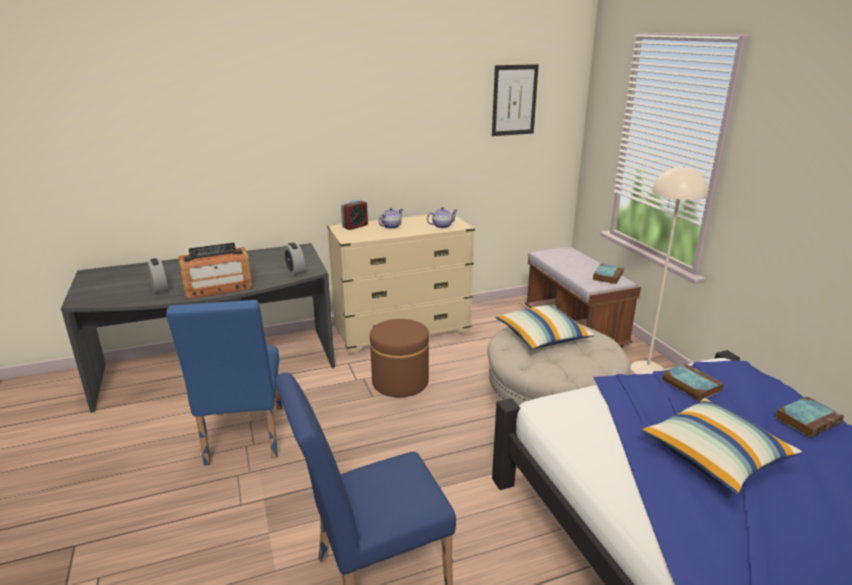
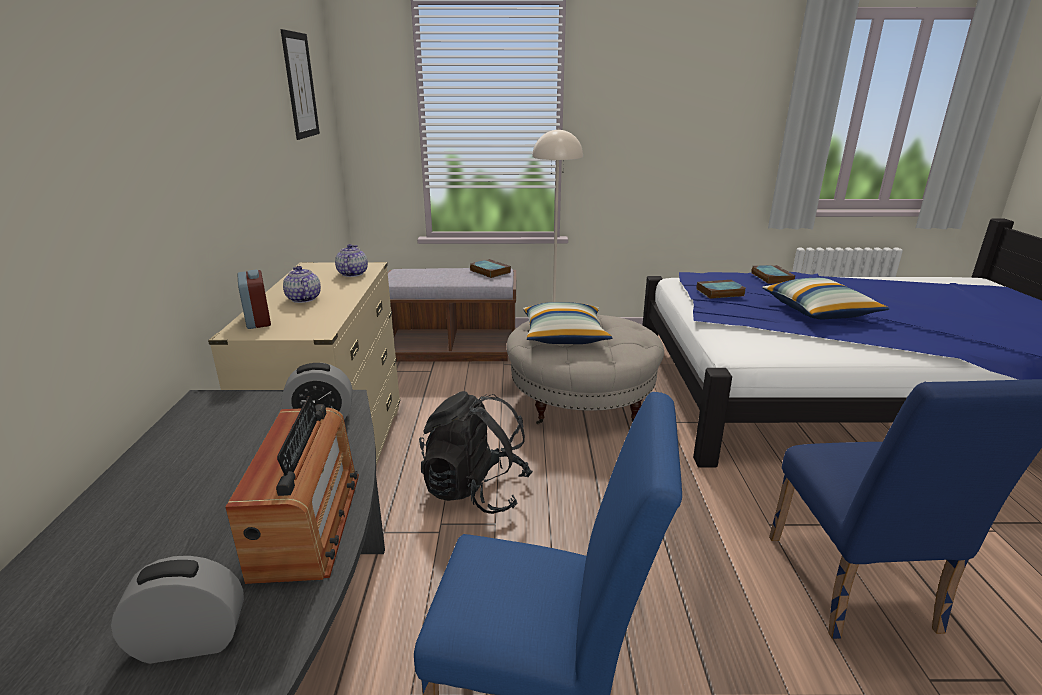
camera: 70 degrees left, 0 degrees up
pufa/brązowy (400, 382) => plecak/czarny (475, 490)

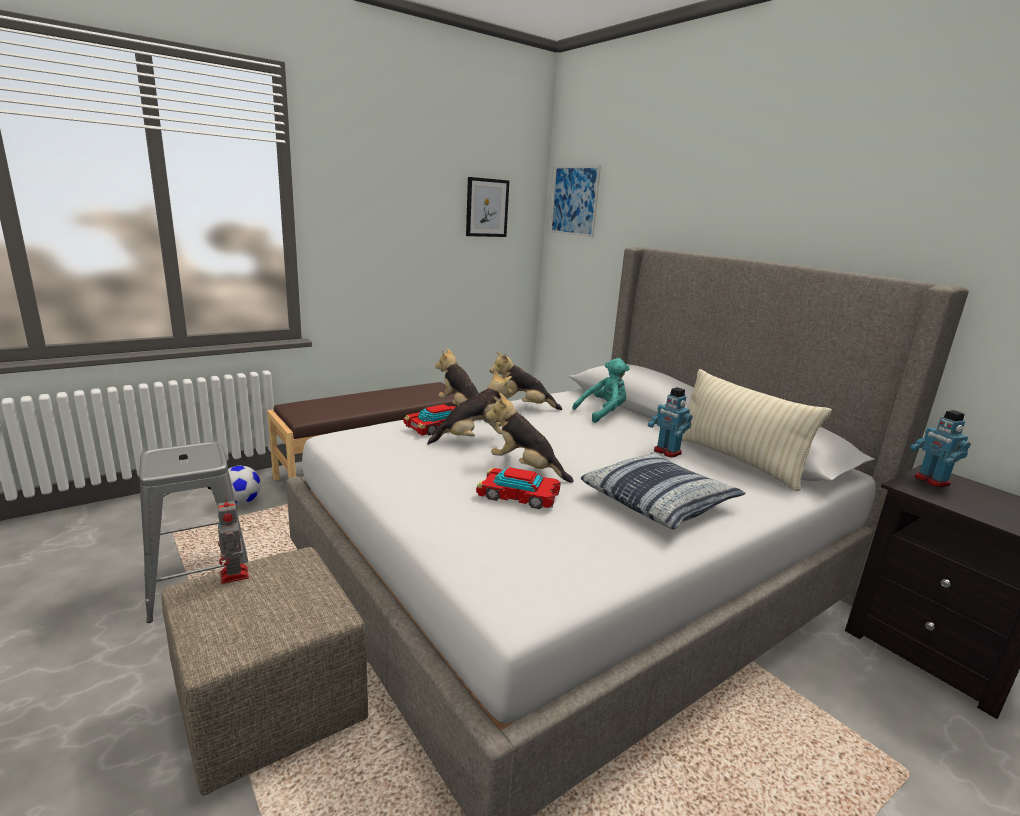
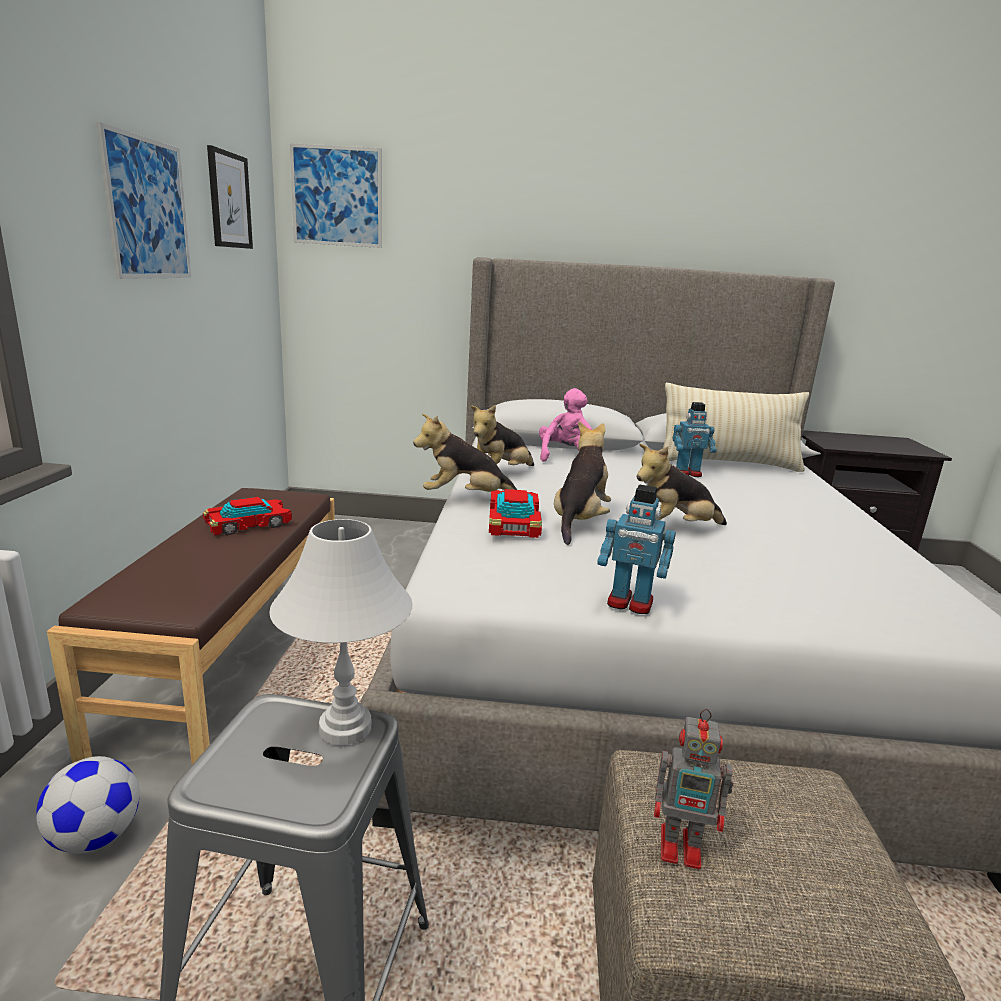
camera: 50 degrees left, 0 degrees up
pluszak/turkusowy (603, 413) => pluszak/różowy (566, 458)
robot zabawkowy (931, 481) => robot zabawkowy (629, 603), moved
poduszka (659, 501) => nothing
samochodzik (518, 495) => samochodzik (248, 524), moved
nothing => obraz (148, 209)
nothing => lampa stołowa/biały (346, 727)

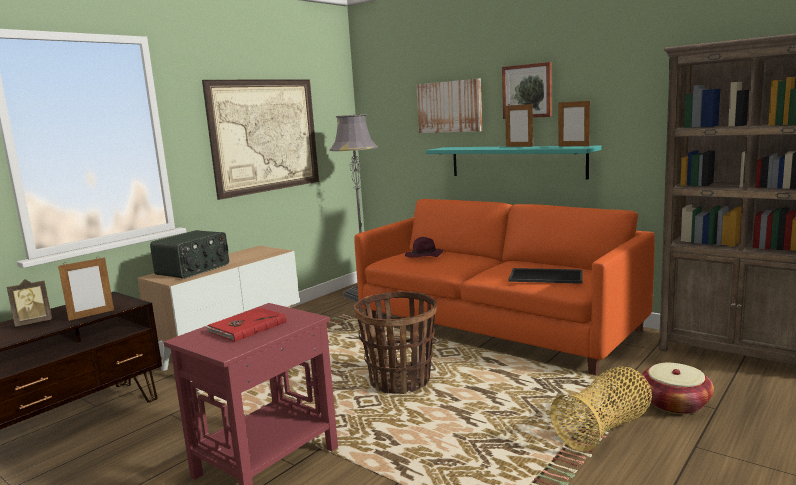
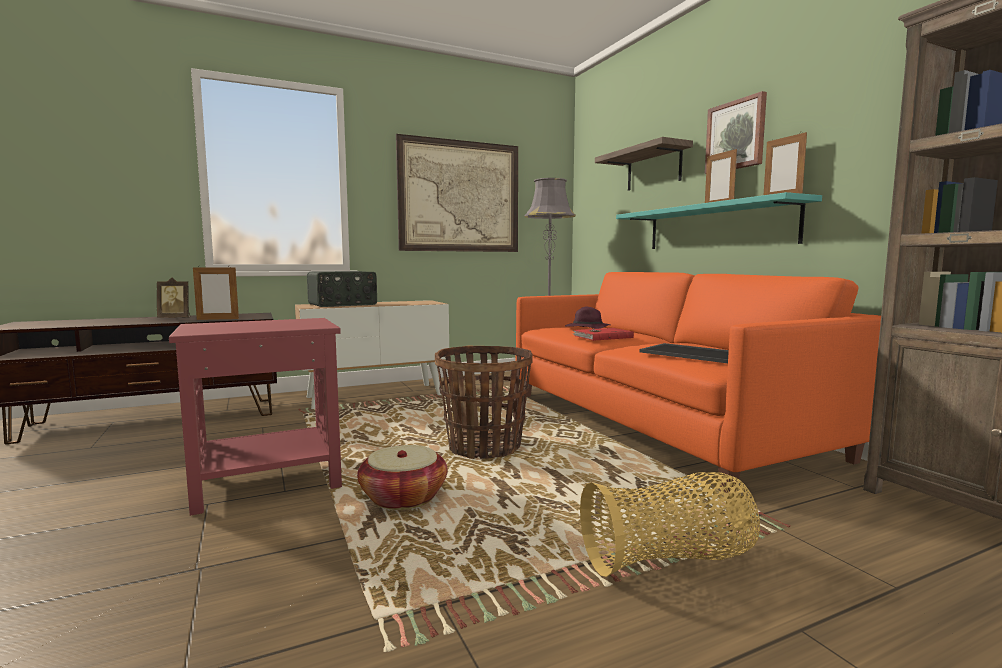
camera: 25 degrees right, 5 degrees down
obraz (449, 107) => półka (654, 168)
książka/czerwony (246, 327) => książka/czerwony (602, 336), moved
koszyk (675, 403) => koszyk (403, 497), moved

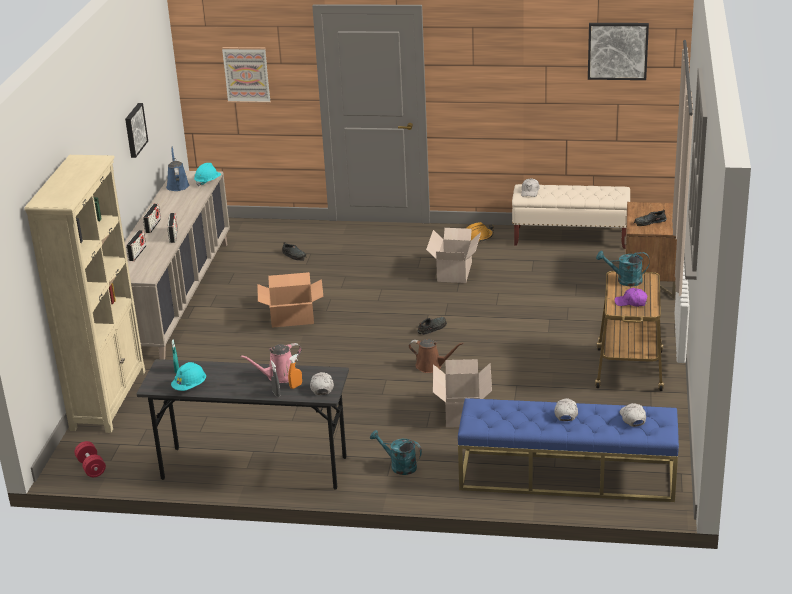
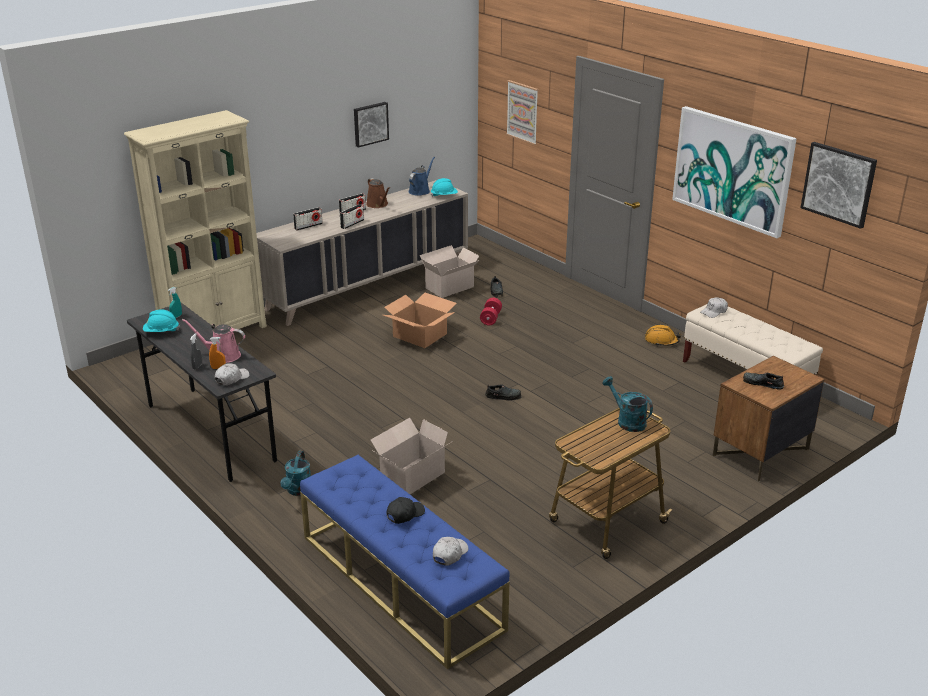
camera: 40 degrees right, 0 degrees up
karton (455, 271) => karton (451, 287), moved
czapka z daszkiem/fioletowy (631, 302) => nothing
konewka/brązowy (431, 366) => konewka/brązowy (378, 205), moved
czapka z daszkiem/biały (566, 413) => czapka z daszkiem/czarny (405, 514)
konewka/turkusowy (399, 466) => konewka/turkusowy (298, 491), 150 degrees counterclockwise
hantel/czerwony (91, 467) => hantel/czerwony (490, 318), moved
nothing => obraz (732, 170)

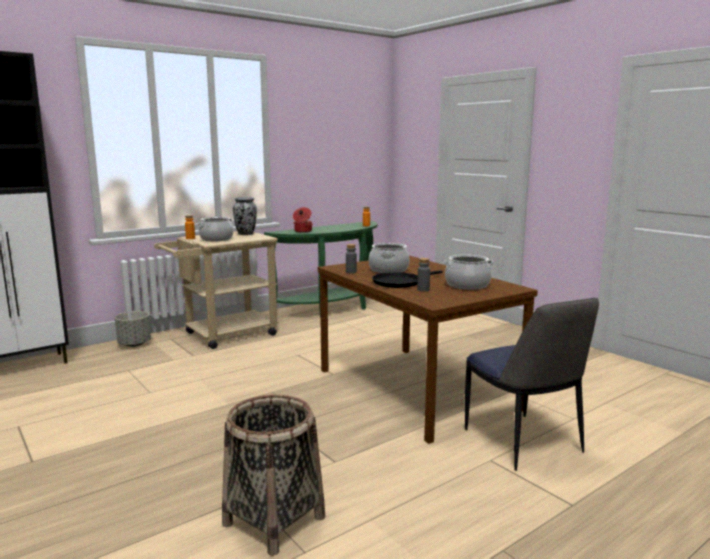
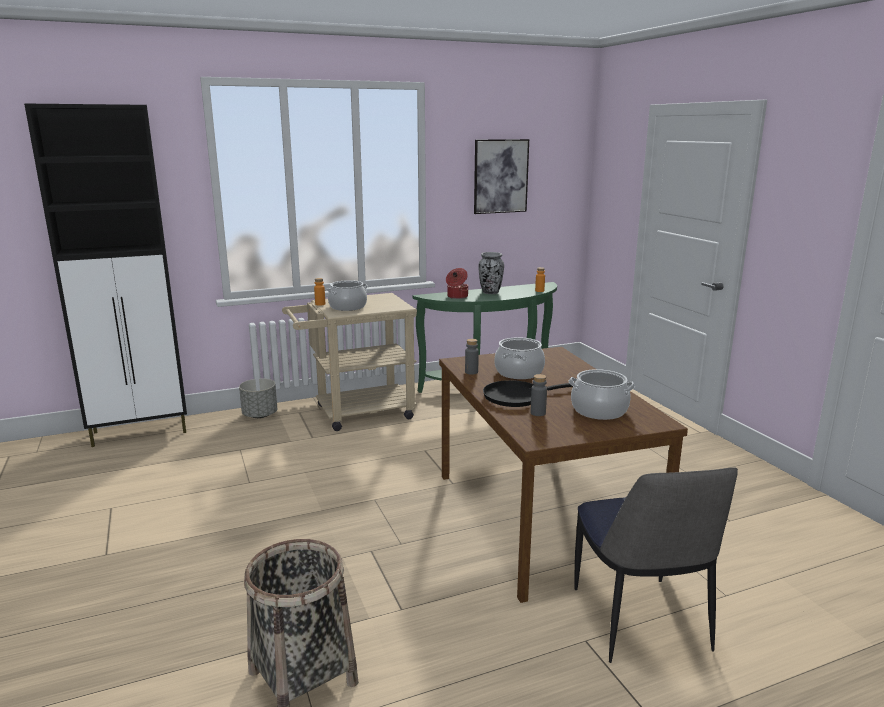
camera: 15 degrees right, 5 degrees up
wazon (245, 234) => wazon (490, 292), moved
nothing => obraz (500, 176)

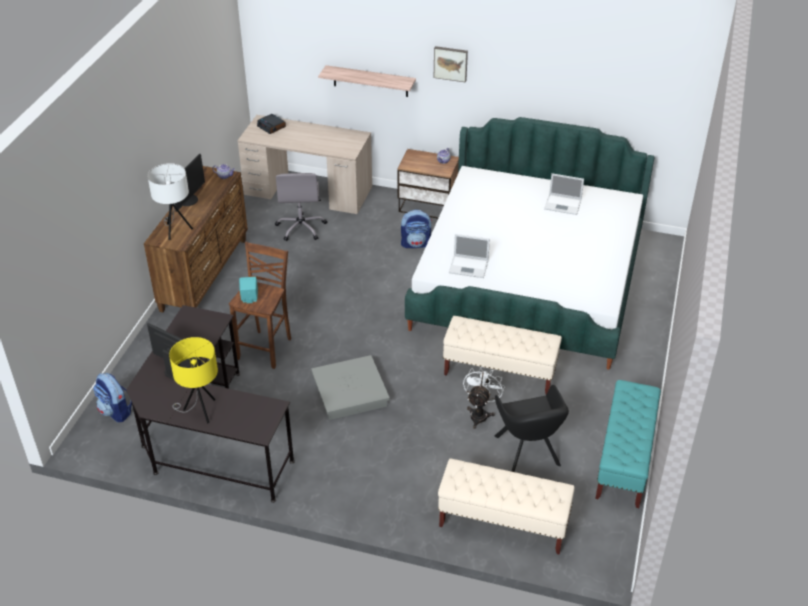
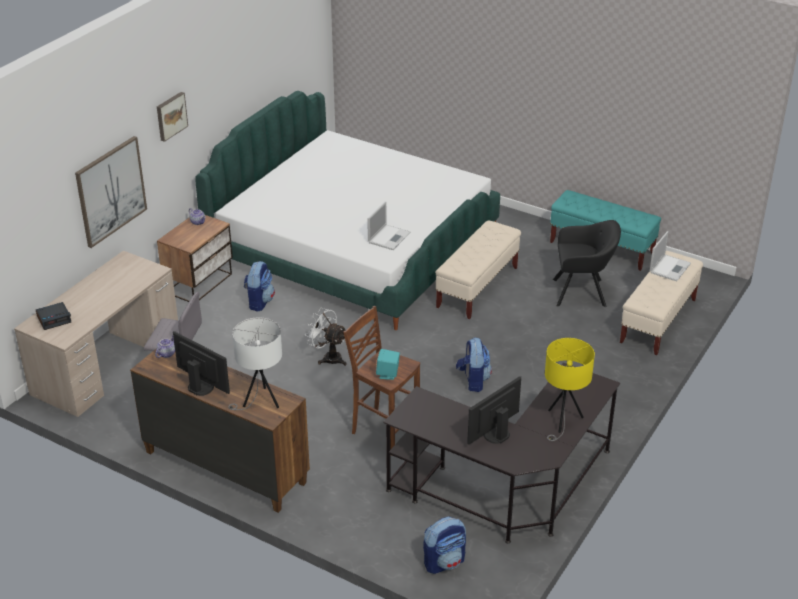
camera: 75 degrees left, 5 degrees down
półka (370, 81) => obraz (111, 191)
laptop (563, 204) => laptop (670, 267), moved
pojemnik do przechowywania/szary (350, 392) => plecak (473, 381)
wentylator/biały (480, 413) => wentylator/biały (328, 357), moved

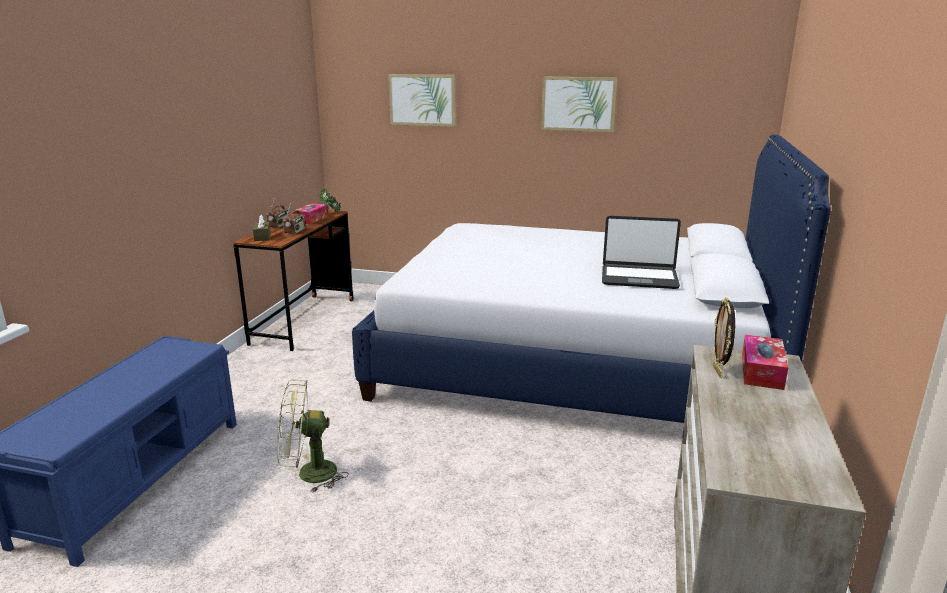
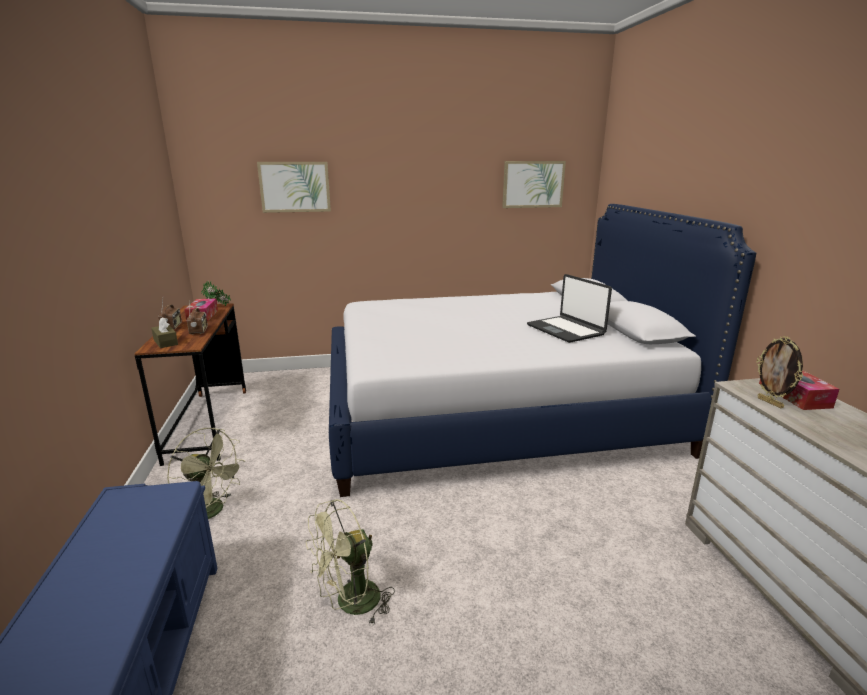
camera: 25 degrees left, 0 degrees up
obraz (578, 104) => obraz (533, 184), moved
laptop (639, 278) => laptop (566, 330), 75 degrees clockwise
nothing => wentylator/zielony (213, 511)

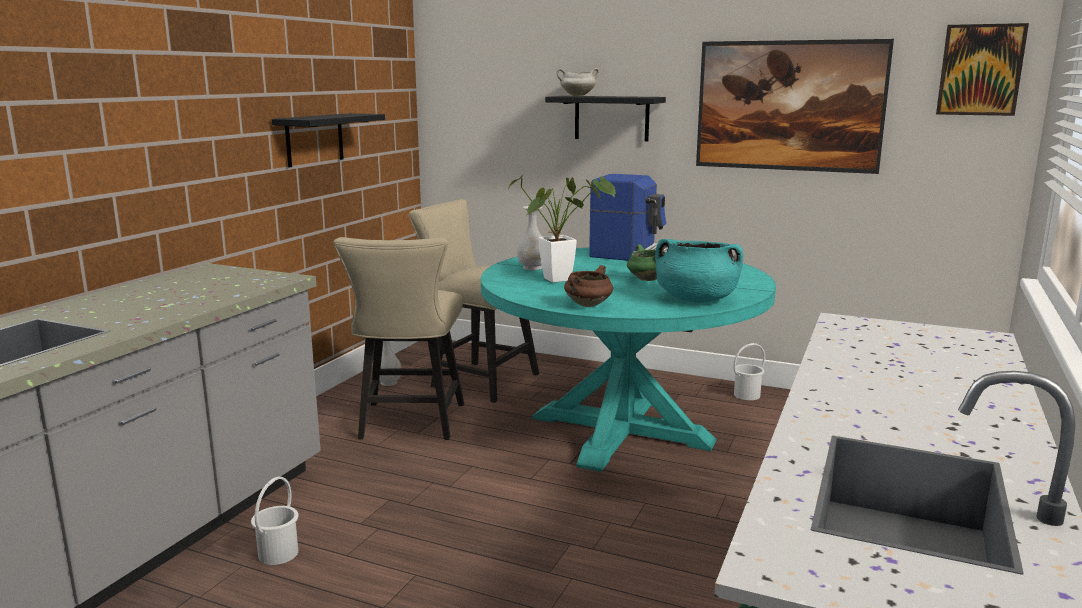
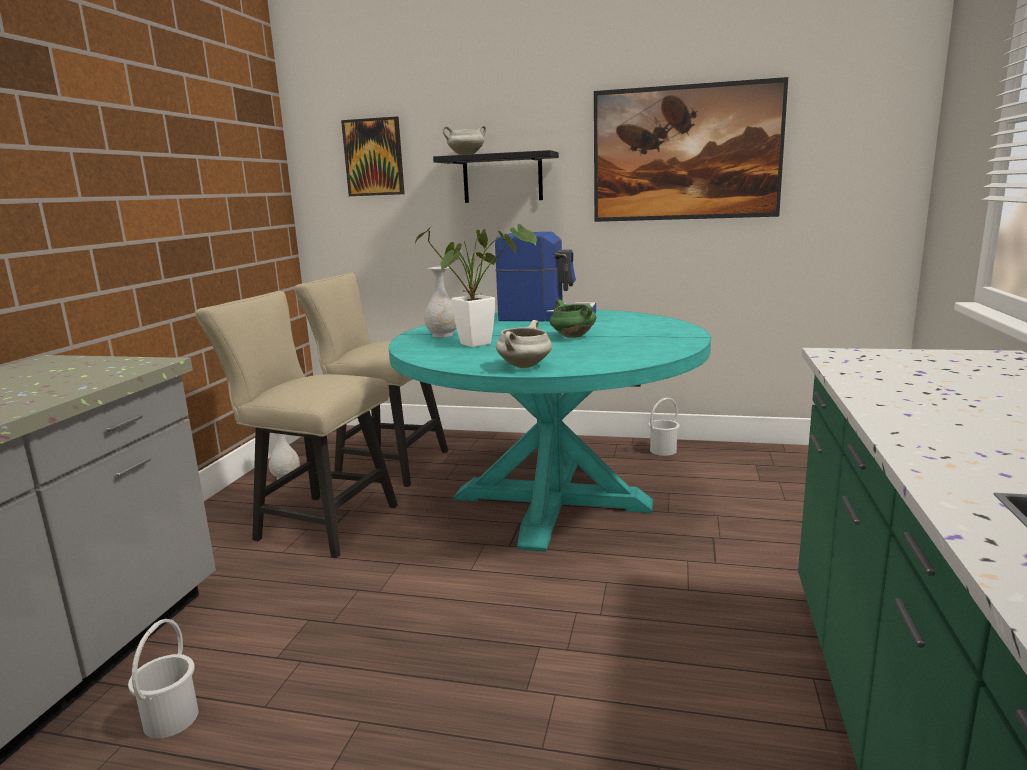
camera: 10 degrees left, 0 degrees up
obraz (980, 70) => obraz (374, 157), moved
półka/czarny (314, 139) => nothing
krzesło/beżowy (409, 424) => krzesło/beżowy (317, 522), 120 degrees clockwise
garnek/turkusowy (696, 299) => nothing
garnek/brązowy (588, 305) => garnek/biały (524, 366)

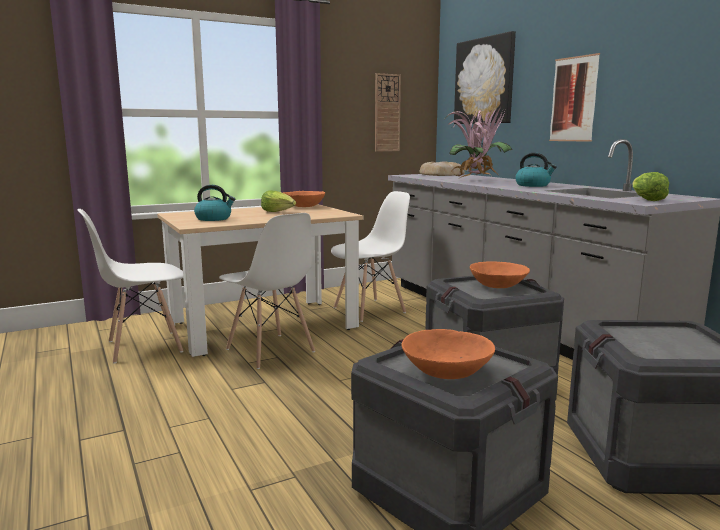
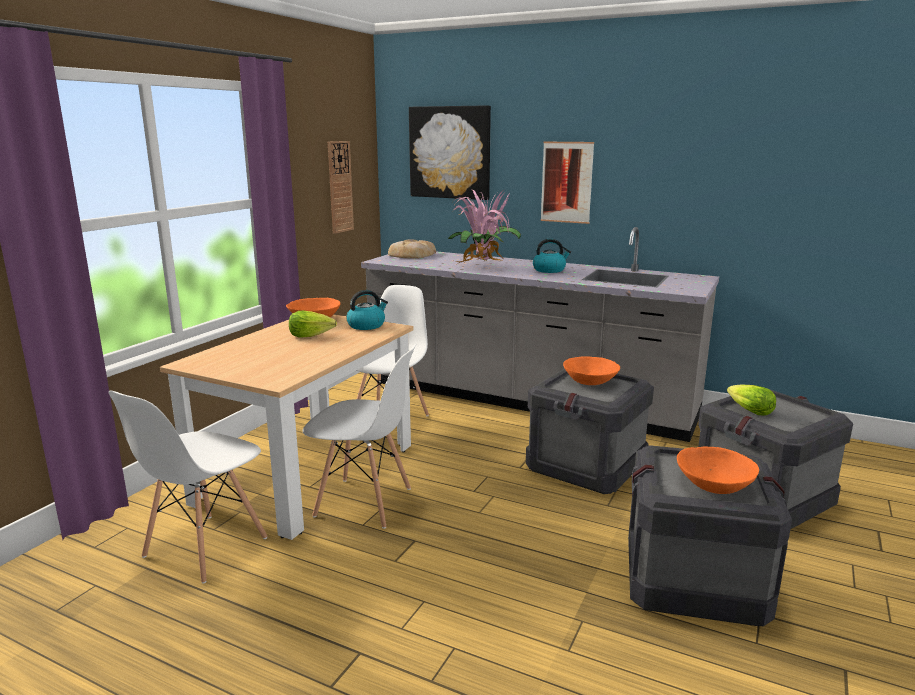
camera: 35 degrees left, 5 degrees up
sałata (646, 199) => sałata (749, 411), moved
czajnik (214, 218) => czajnik (366, 325), moved

